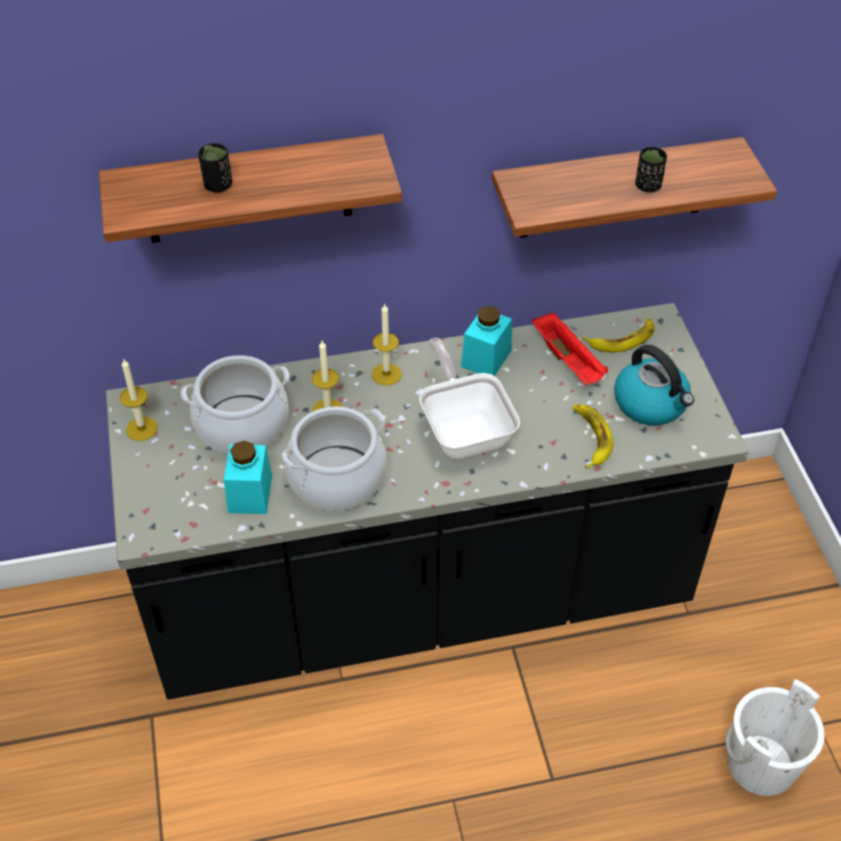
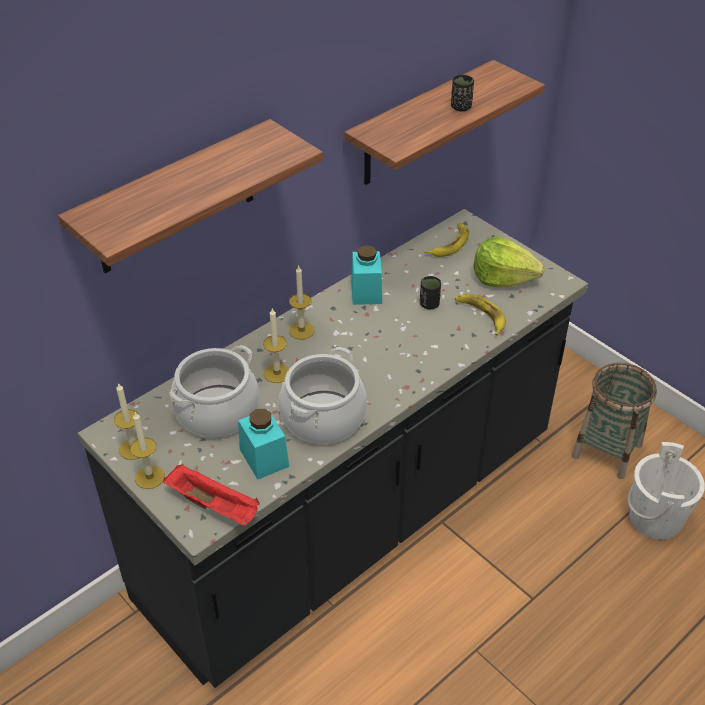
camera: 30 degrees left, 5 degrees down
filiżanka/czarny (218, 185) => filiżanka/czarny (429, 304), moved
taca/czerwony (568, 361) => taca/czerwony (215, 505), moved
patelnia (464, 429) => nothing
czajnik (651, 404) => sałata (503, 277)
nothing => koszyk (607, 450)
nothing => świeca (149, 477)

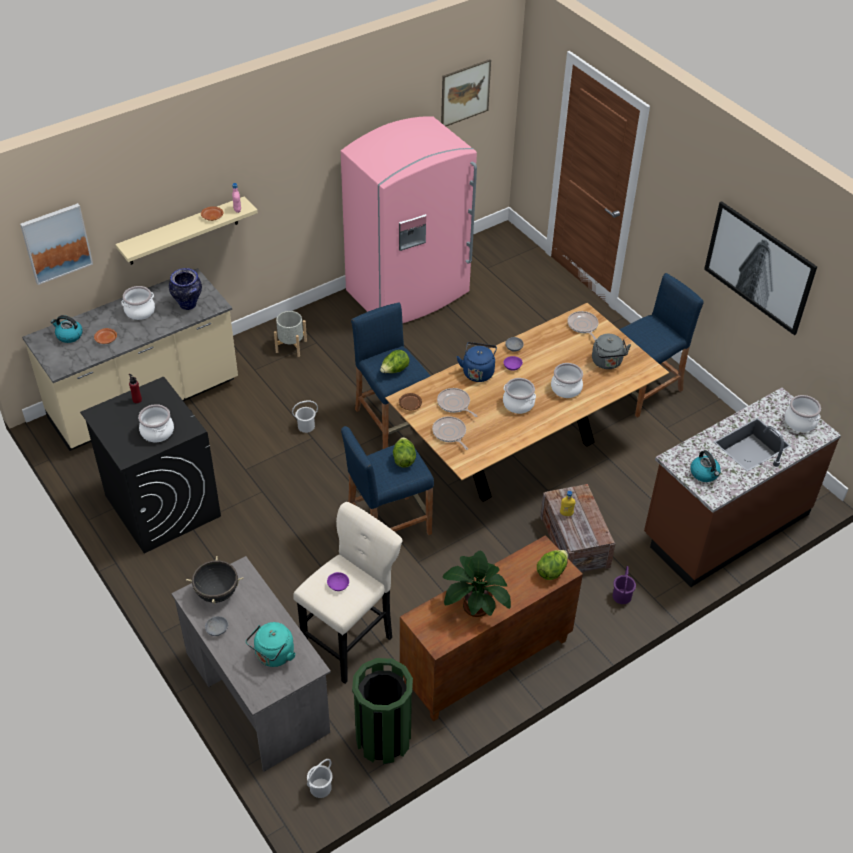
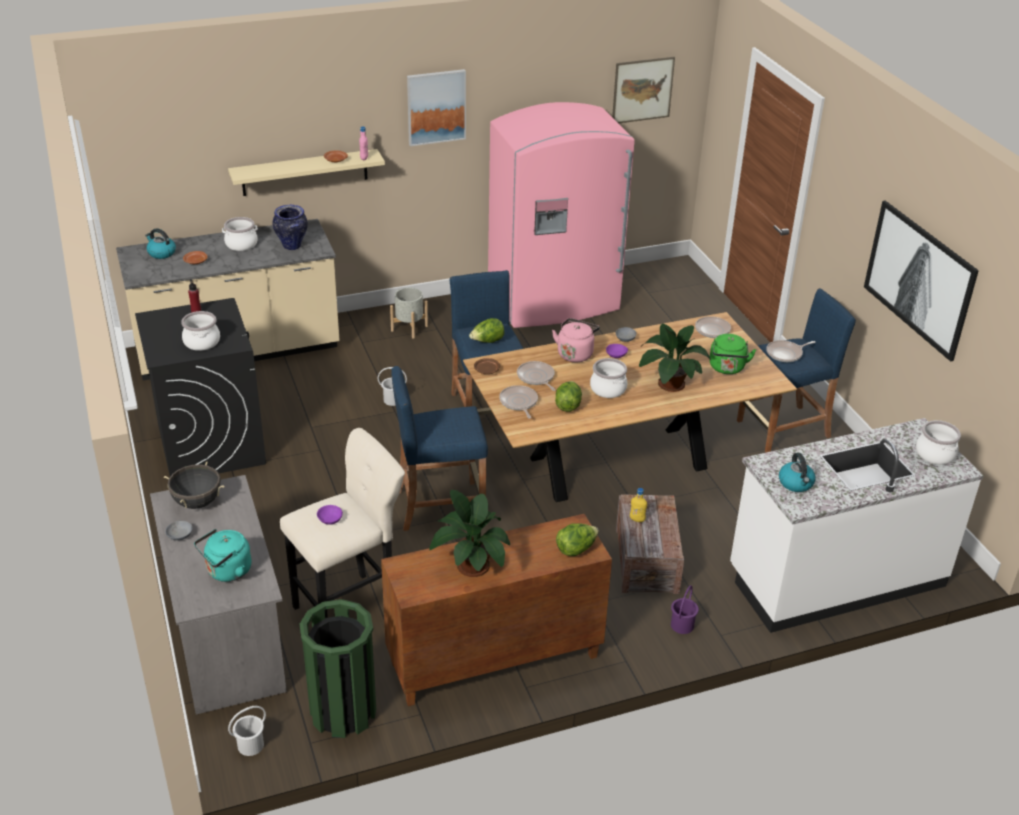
camera: 15 degrees right, 10 degrees down
obraz (56, 243) => obraz (436, 107), moved
czajnik/szary (607, 363) => czajnik/zielony (727, 368)
czajnik/niebieski (478, 372) => czajnik/różowy (575, 353)
garnek (566, 388) => roślina doniczkowa (668, 384)
zabudowa kuchenna/brązowy (725, 525) => zabudowa kuchenna/biały (835, 578)
sałata (404, 459) => sałata (568, 405), moved
nothing => patelnia (786, 354)

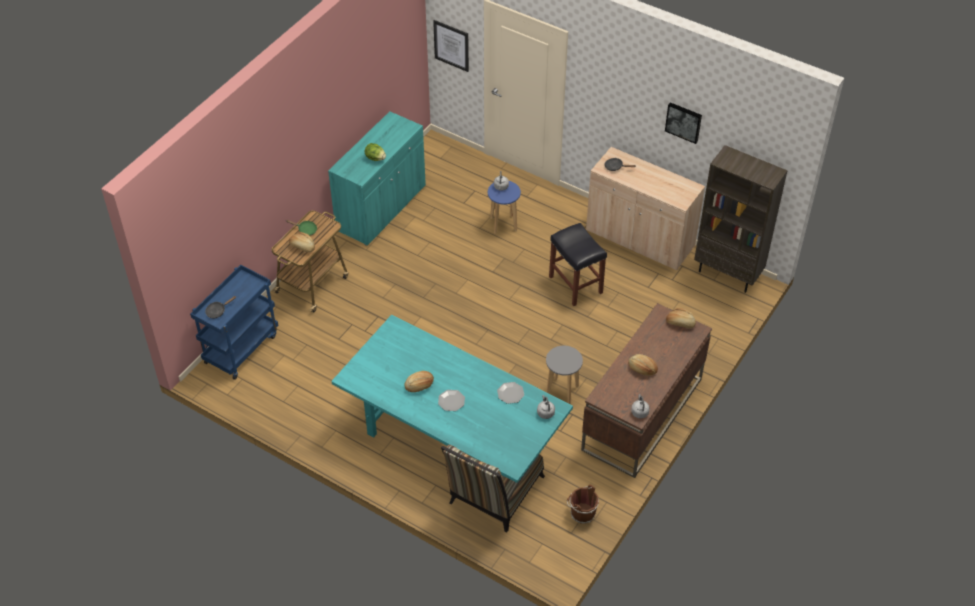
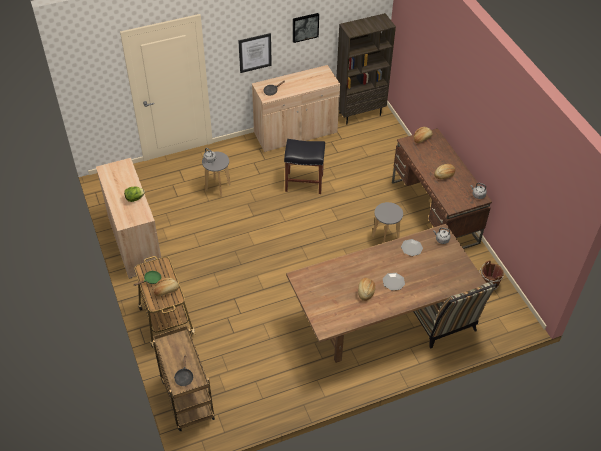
camera: 55 degrees left, 0 degrees up
obraz (451, 45) => obraz (255, 52), moved
szafka/turkusowy (381, 208) => szafka/beżowy (135, 241)
stołek/niebieski (503, 224) => stołek/szary (218, 187)
wózek/niebieski (241, 348) => wózek/brązowy (186, 398)
stół jadalny/turkusowy (451, 441) => stół jadalny/brązowy (380, 318)

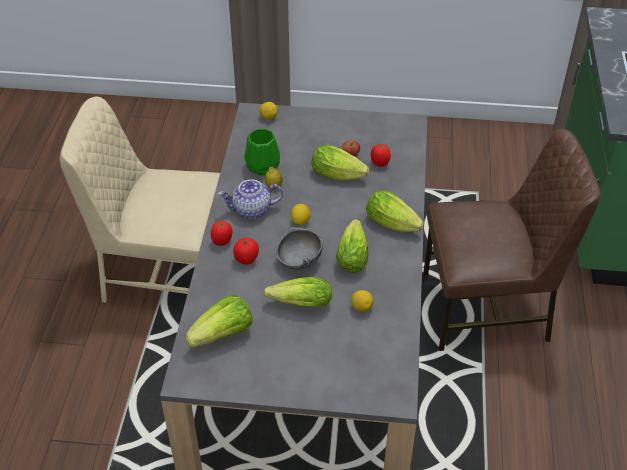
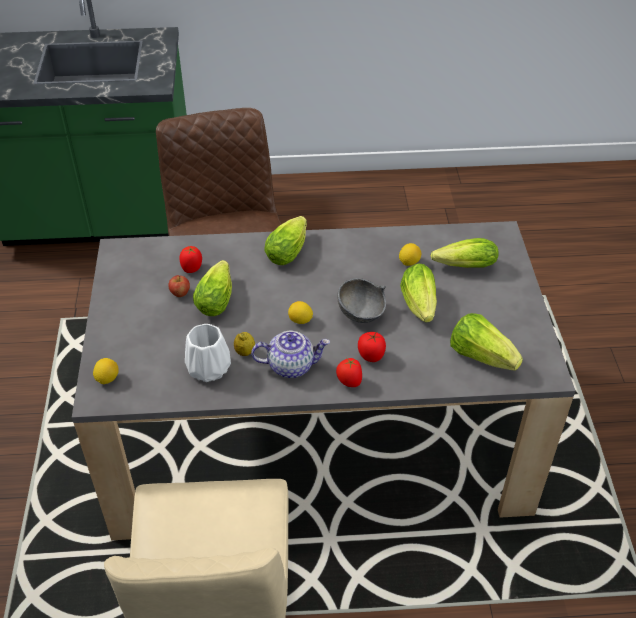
camera: 100 degrees left, 0 degrees up
wazon/zielony (263, 166) => wazon/biały (209, 367)
imbryk (251, 210) => imbryk (291, 365), 75 degrees counterclockwise
sałata (353, 254) => sałata (462, 266), moved

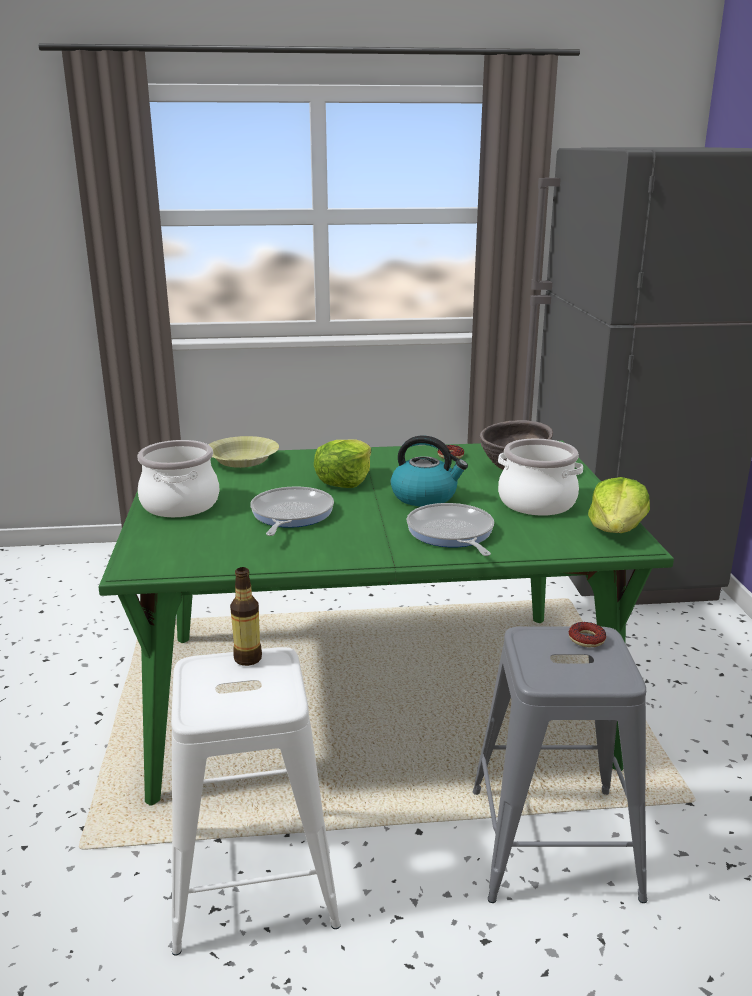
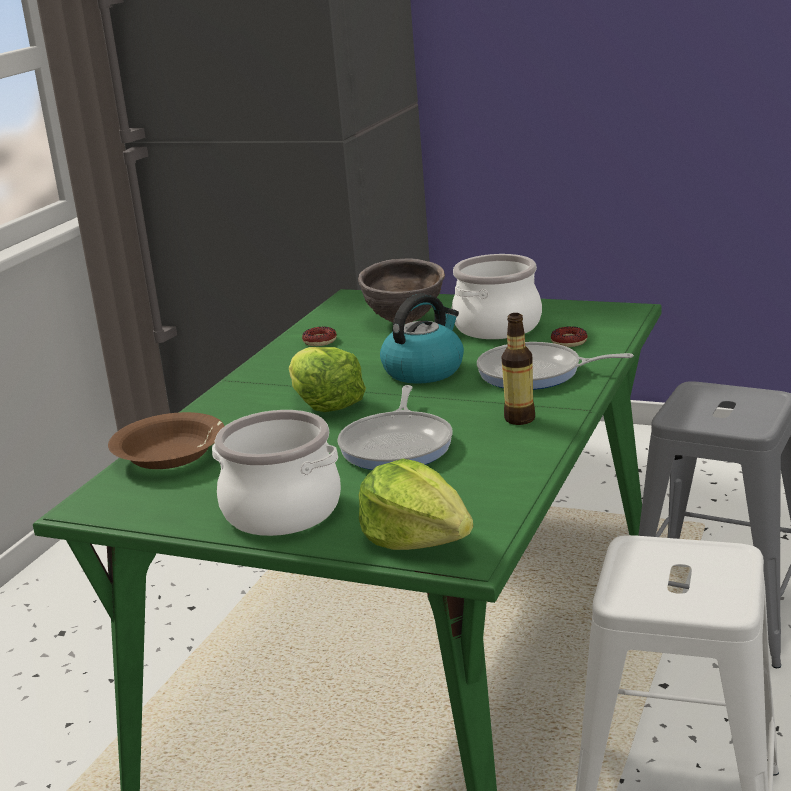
camera: 60 degrees left, 0 degrees up
miska/żółty (242, 461) => miska/brązowy (170, 456)
sałata (616, 530) => sałata (416, 539), moved
patelnia (290, 515) => patelnia (398, 445), 120 degrees counterclockwise
butelka (247, 658) => butelka (519, 419), moved
donut (586, 639) => donut (569, 342), moved

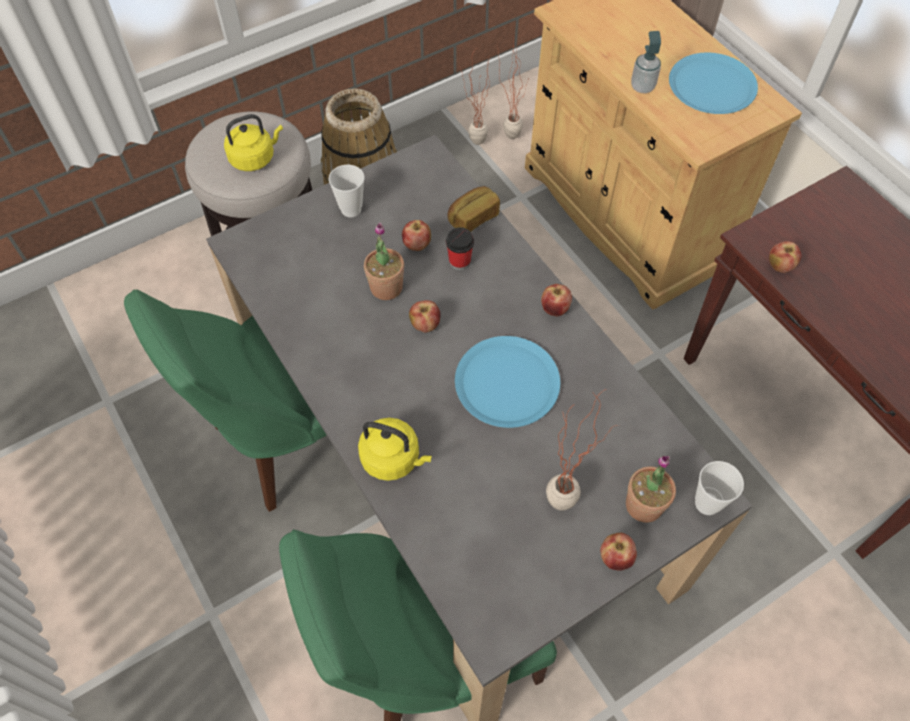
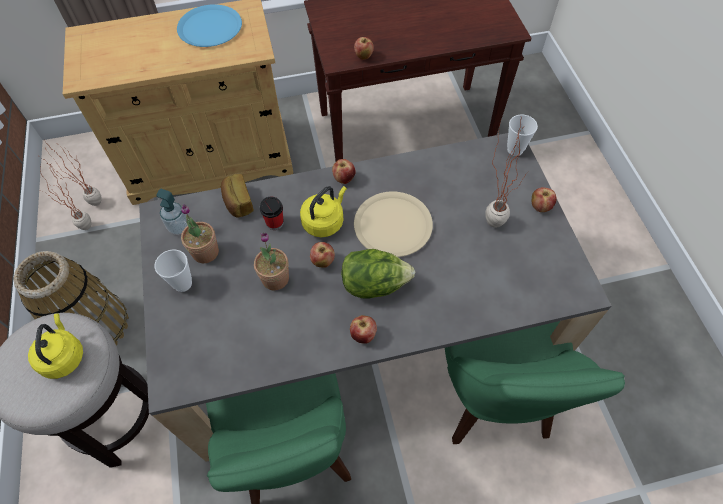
camera: 70 degrees left, 0 degrees up
dozownik mydła (642, 87) => dozownik mydła (179, 227), moved
jabłko (417, 245) => jabłko (363, 335), moved
talerz/niebieski (507, 382) => talerz/beżowy (393, 225)
czajnik/żółty (393, 459) => czajnik/żółty (324, 221), moved
roślina doniczkowa (644, 505) => roślina doniczkowa (205, 252), moved
nothing => sałata (374, 284)

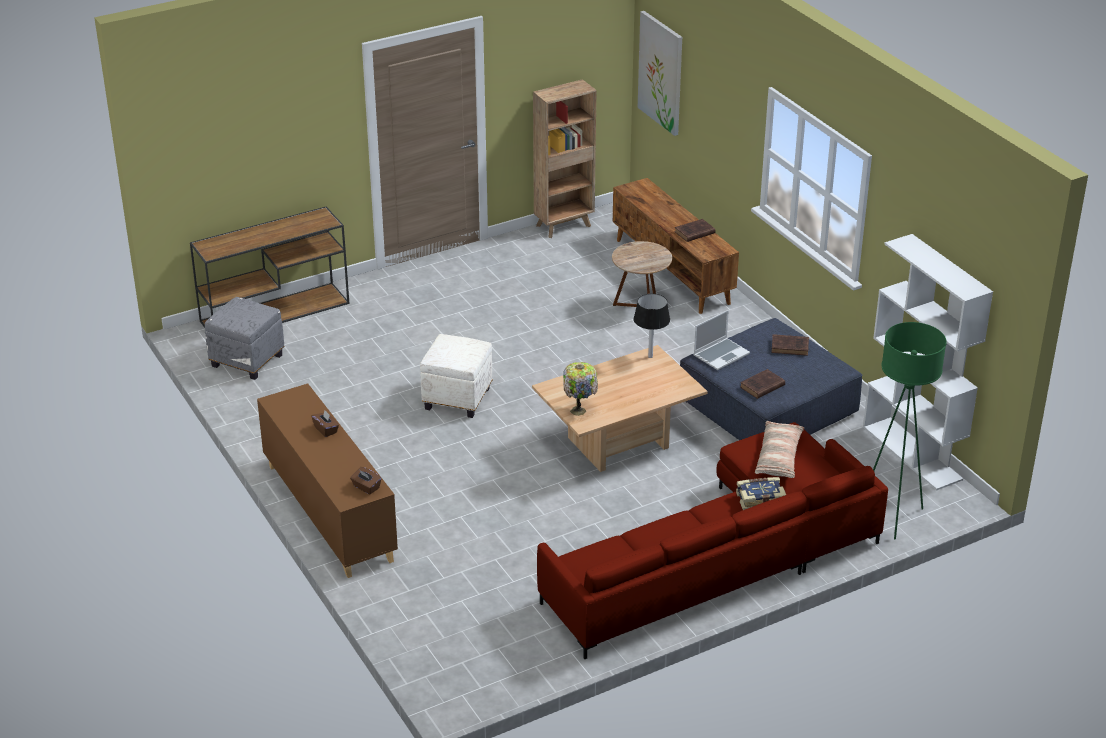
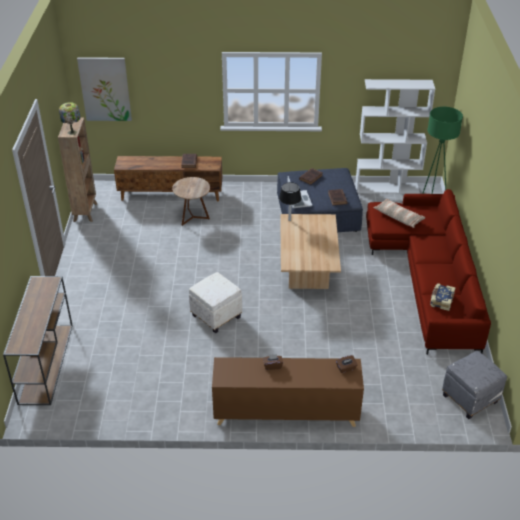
camera: 60 degrees left, 5 degrees up
pufa/szary (248, 360) => pufa/szary (470, 398), moved
lampa stołowa (579, 410) => lampa stołowa (73, 132), moved
książka (760, 500) => książka (441, 300), moved

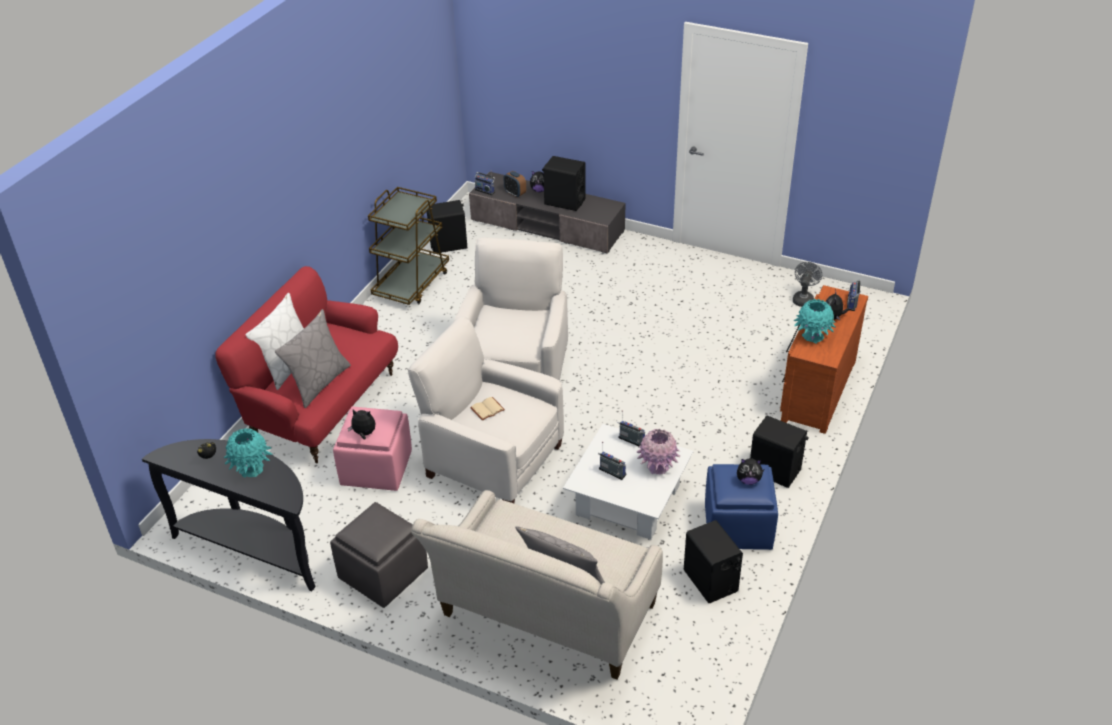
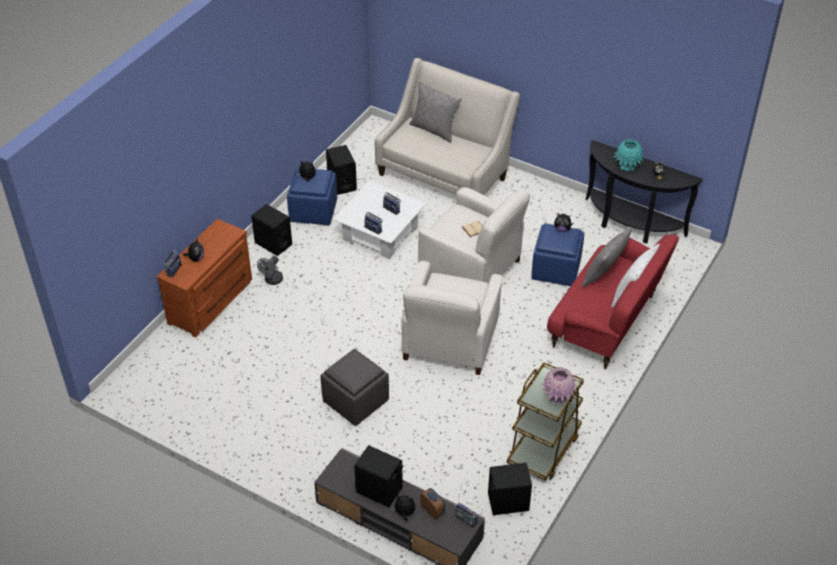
camera: 175 degrees left, 5 degrees up
wentylator/szary (803, 299) => wentylator/szary (272, 281), moved
wazon/turkusowy (813, 336) => nothing
pufa/różowy (375, 469) => pufa/niebieski (556, 269)
wazon/różowy (657, 467) => wazon/różowy (557, 396), moved
pufa/szary (382, 574) => pufa/szary (356, 401), moved

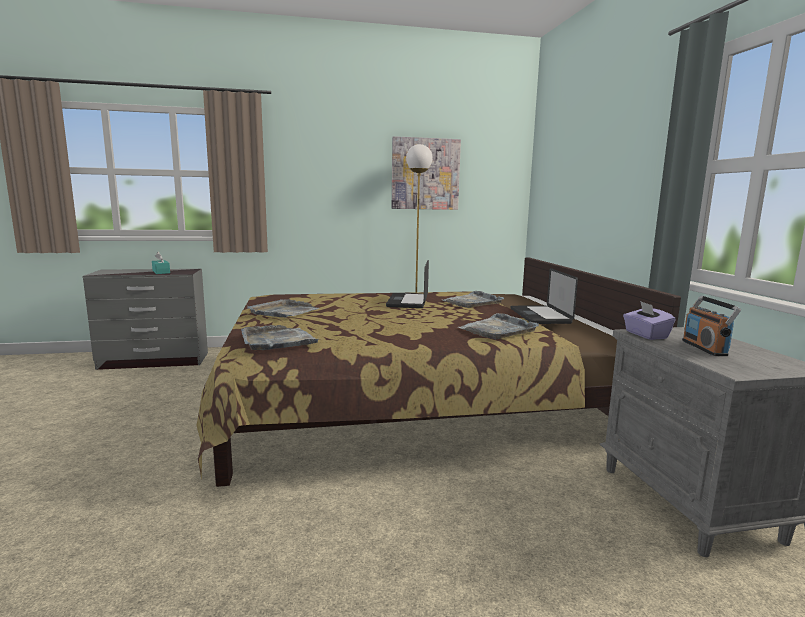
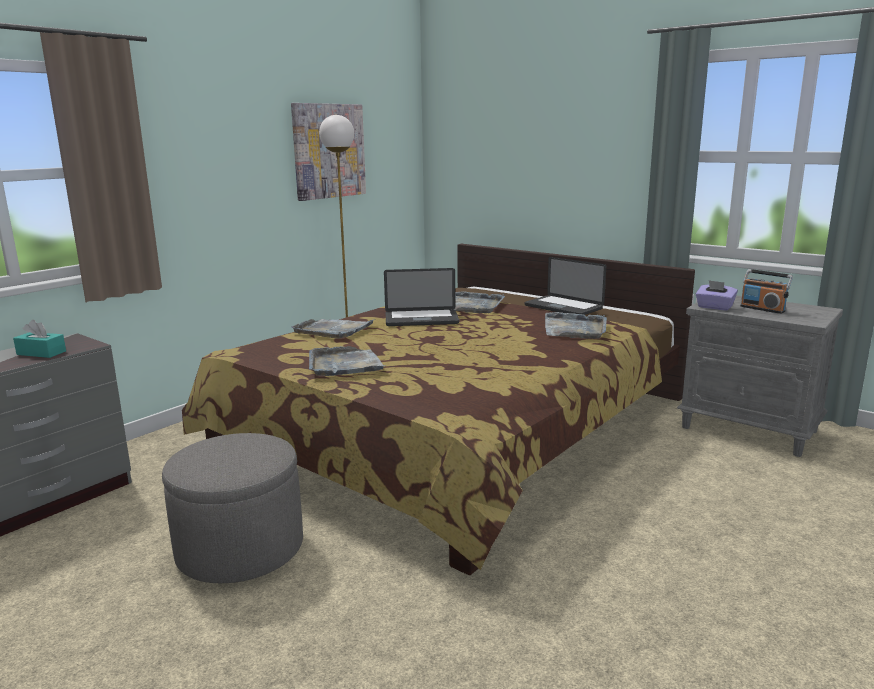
camera: 40 degrees left, 5 degrees up
laptop (408, 301) => laptop (421, 319), 60 degrees counterclockwise
taca/szary (278, 340) => taca/szary (333, 330), moved
nothing => pufa/szary (240, 549)

